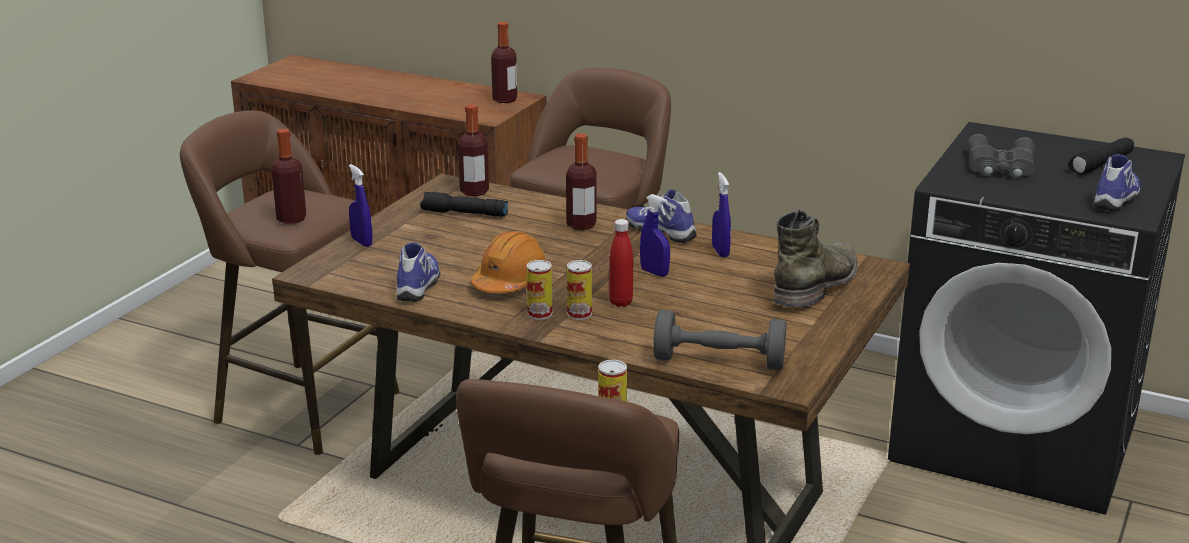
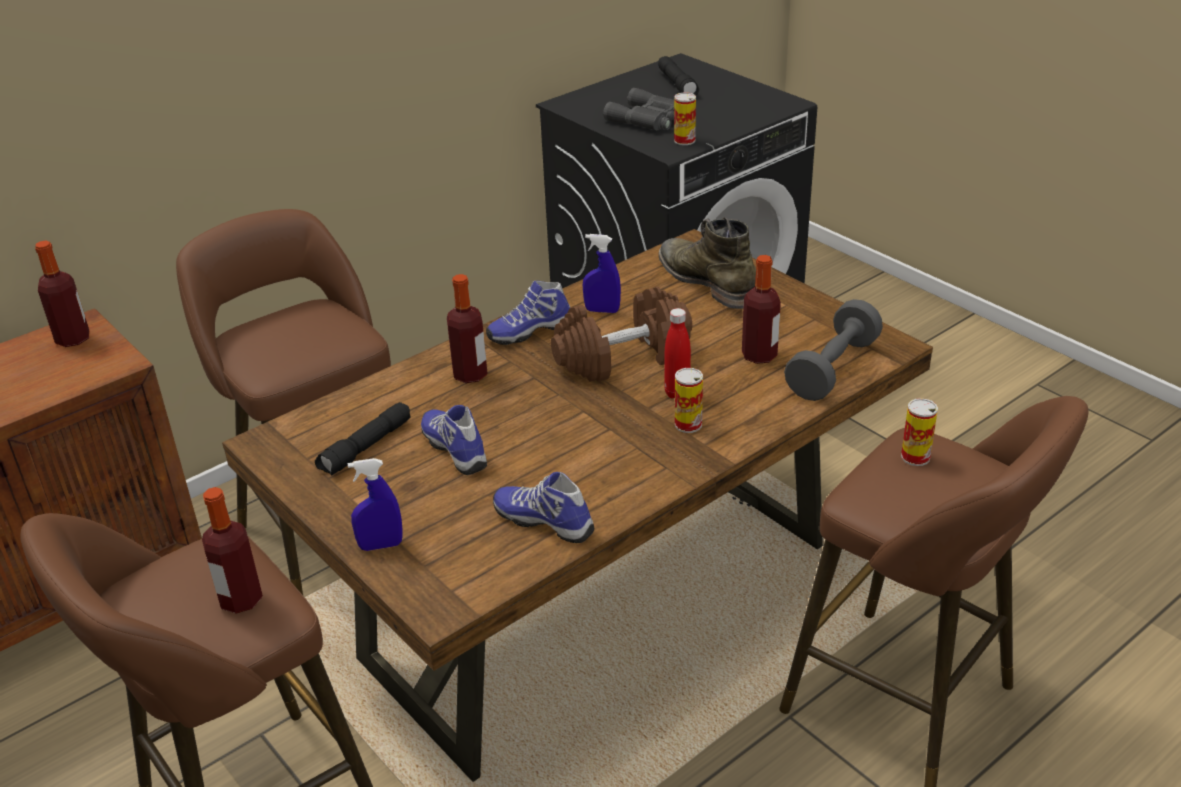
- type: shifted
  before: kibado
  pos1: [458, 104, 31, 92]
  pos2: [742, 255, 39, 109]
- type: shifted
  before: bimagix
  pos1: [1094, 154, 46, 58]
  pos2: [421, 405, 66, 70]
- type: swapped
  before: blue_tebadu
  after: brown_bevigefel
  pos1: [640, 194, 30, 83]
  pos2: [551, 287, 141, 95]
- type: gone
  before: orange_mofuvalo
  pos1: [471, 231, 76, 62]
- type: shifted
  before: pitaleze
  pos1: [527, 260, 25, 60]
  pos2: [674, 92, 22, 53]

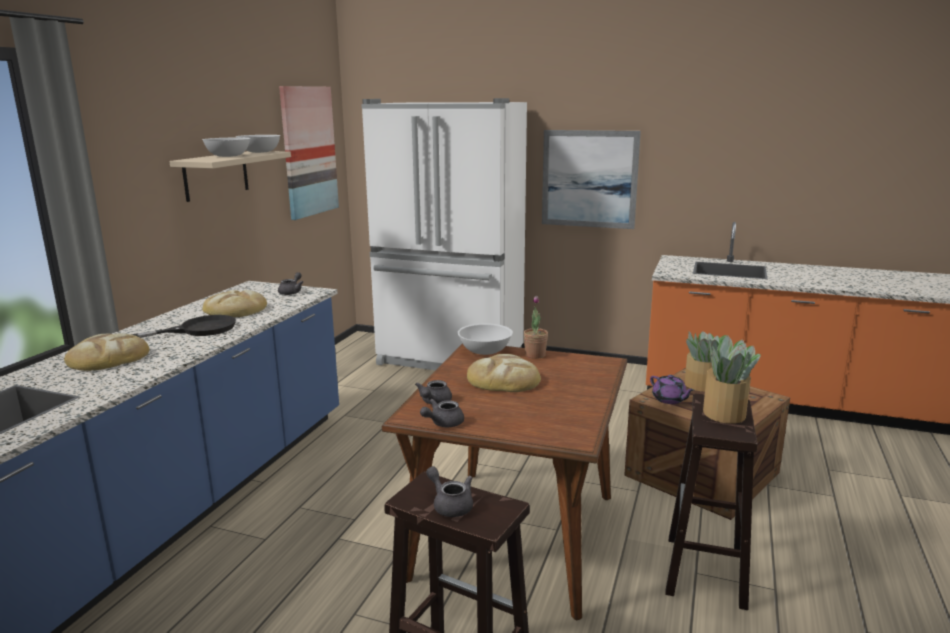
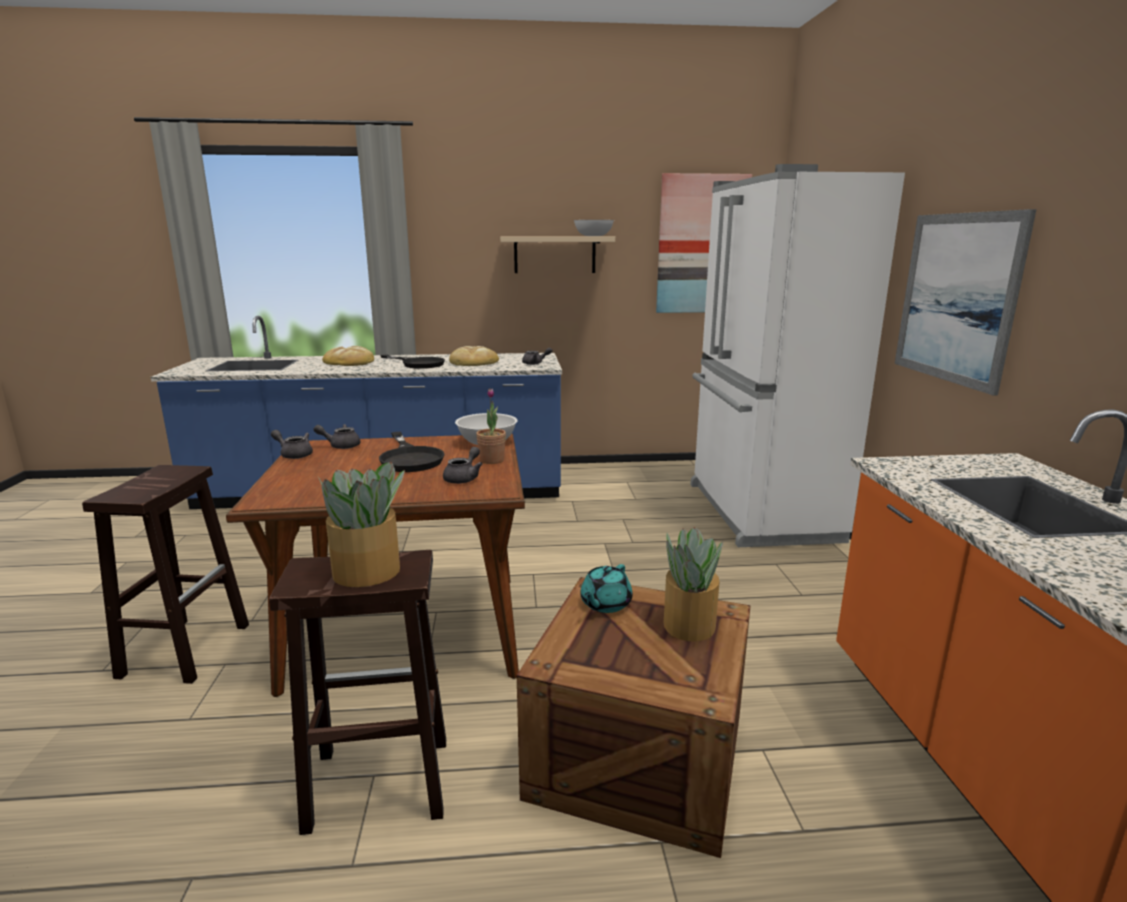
- type: gone
  before: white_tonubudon
  pos1: [202, 138, 49, 19]
- type: swapped
  before: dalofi
  after: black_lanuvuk
  pos1: [467, 354, 74, 38]
  pos2: [379, 432, 65, 40]
- type: repainted
  before: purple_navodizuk
  after: turquoise_navodizuk
  pos1: [650, 375, 44, 29]
  pos2: [580, 564, 53, 49]
- type: shifted
  before: grey_navodizuk
  pos1: [426, 466, 47, 51]
  pos2: [443, 447, 40, 37]

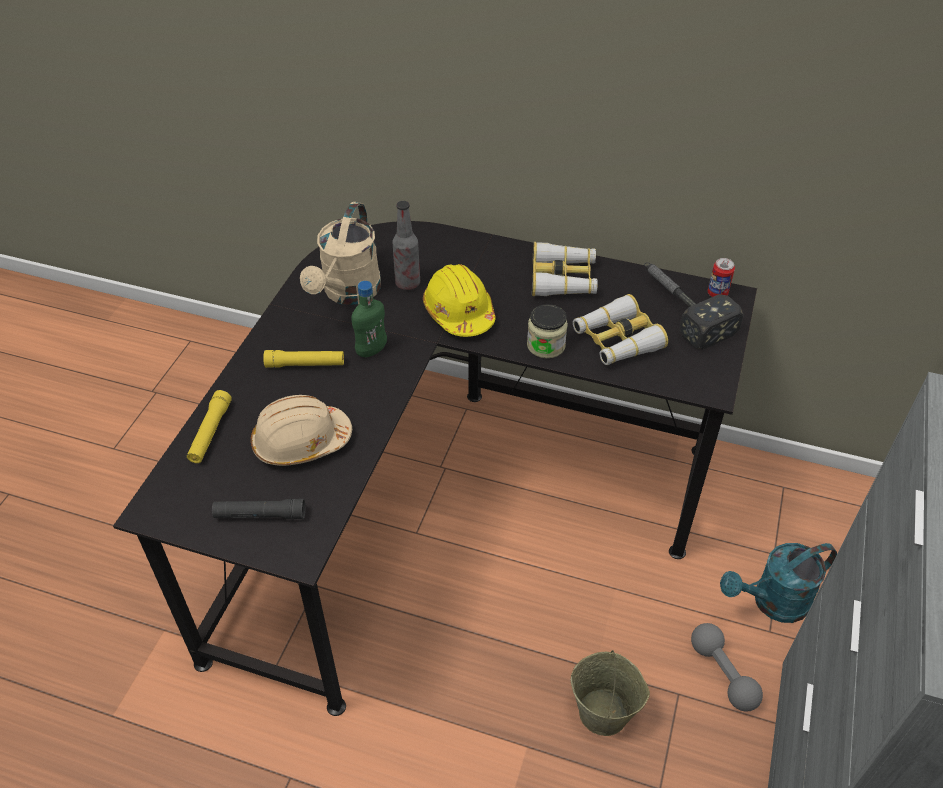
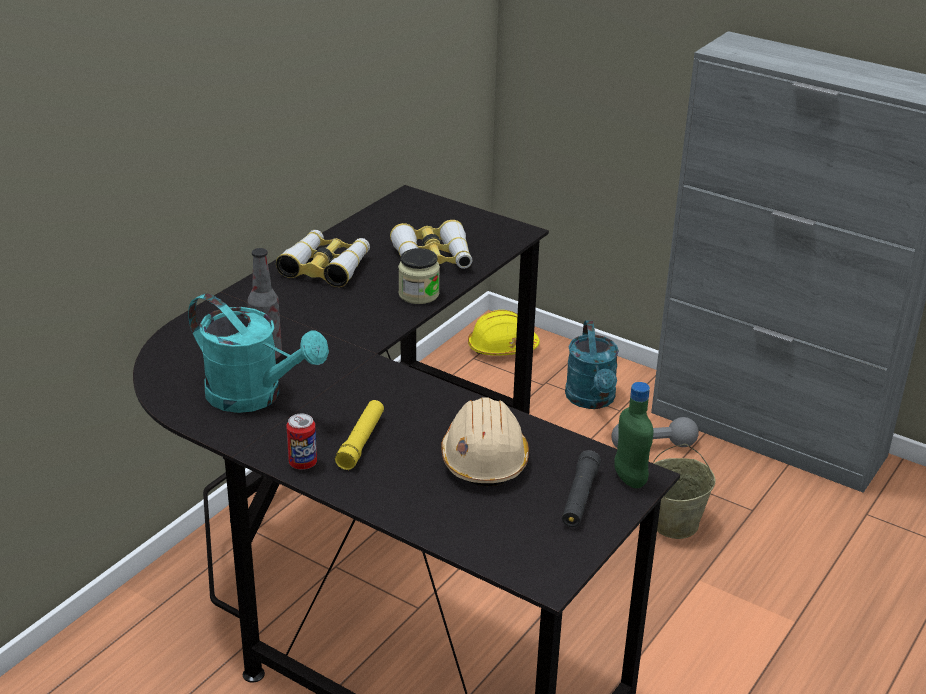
- type: repainted
  before: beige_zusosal
  after: turquoise_zusosal
  pos1: [300, 202, 81, 103]
  pos2: [188, 293, 141, 120]
- type: shifted
  before: pitaleze
  pos1: [708, 258, 27, 39]
  pos2: [286, 414, 31, 56]
- type: gone
  before: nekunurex
  pos1: [644, 262, 99, 88]
- type: shifted
  before: yellow_mofuvalo
  pos1: [423, 264, 72, 73]
  pos2: [468, 310, 72, 46]
- type: shifted
  before: green_kibado
  pos1: [351, 281, 36, 76]
  pos2: [614, 382, 39, 106]
- type: gone
  before: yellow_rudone
  pos1: [187, 390, 45, 73]

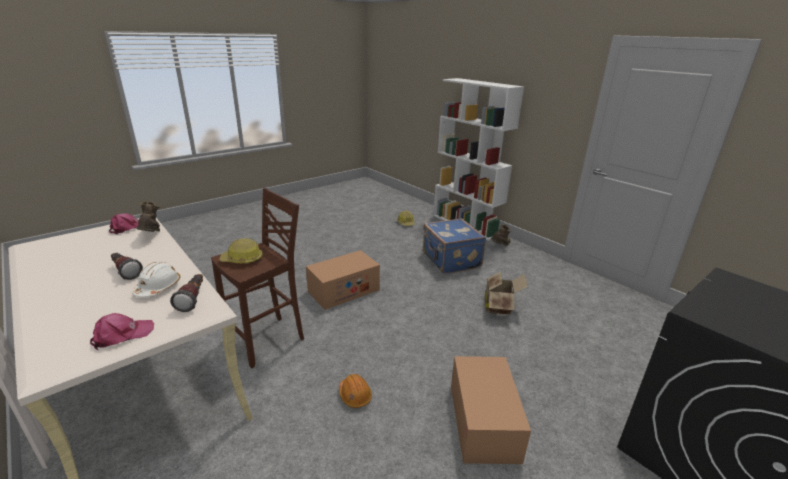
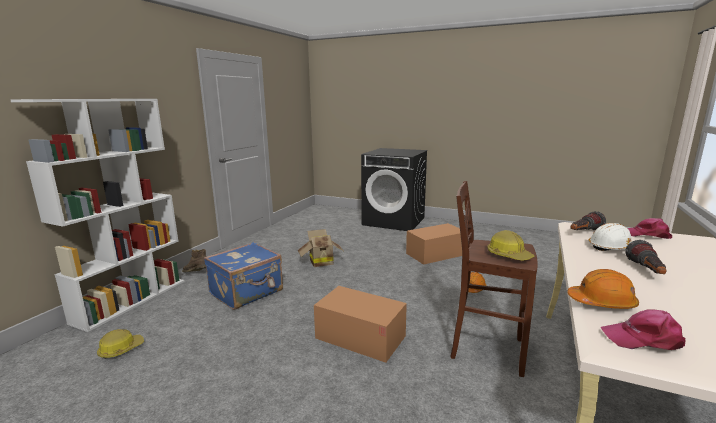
- type: swapped
  before: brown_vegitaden
  after: orange_mofuvalo
  pos1: [137, 201, 25, 31]
  pos2: [567, 269, 72, 40]

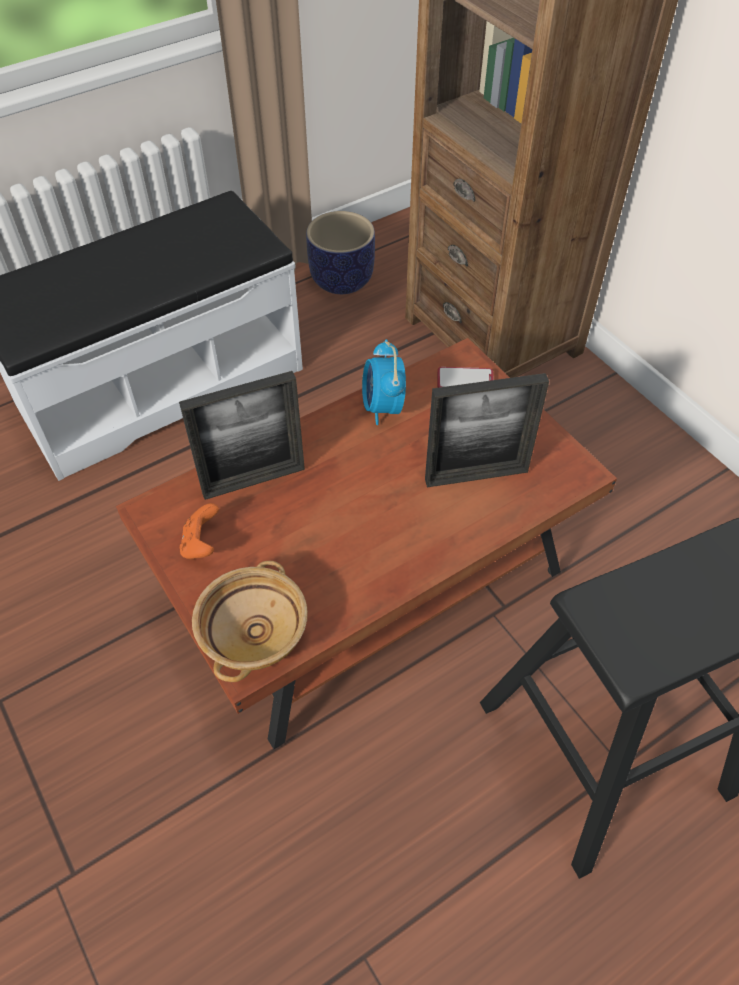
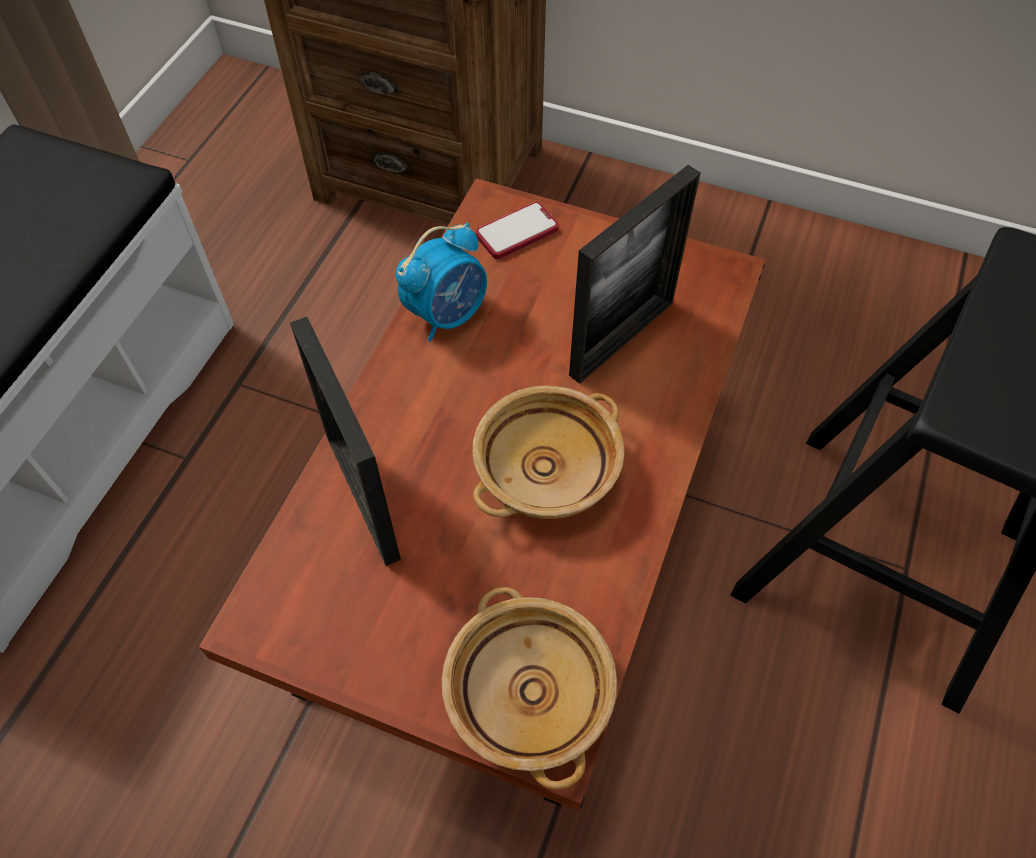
- type: gone
  before: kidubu
  pos1: [306, 211, 69, 83]
- type: rotated
  before: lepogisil
  pos1: [362, 340, 44, 85]
  pos2: [396, 223, 91, 119]
  turn: -90
- type: rotated
  before: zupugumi
  pos1: [179, 371, 126, 129]
  pos2: [290, 317, 111, 249]
  turn: 120
- type: gone
  before: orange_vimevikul
  pos1: [179, 503, 40, 57]
- type: new
  after: beige_tonubudon
  pos2: [472, 386, 153, 133]

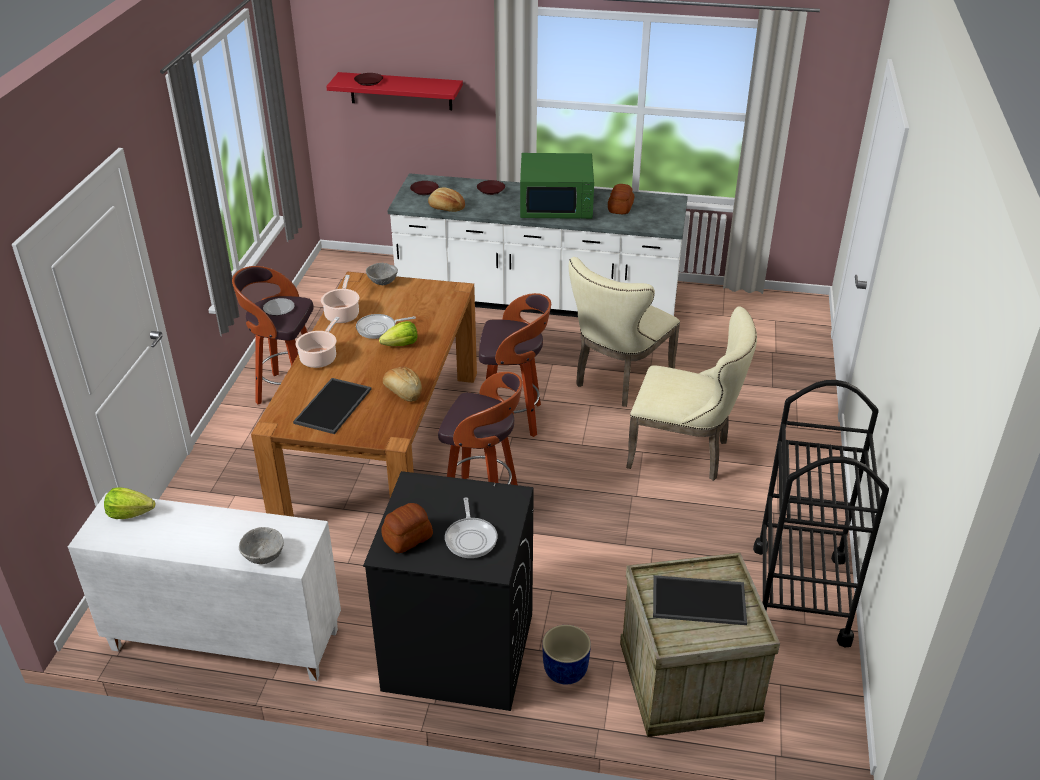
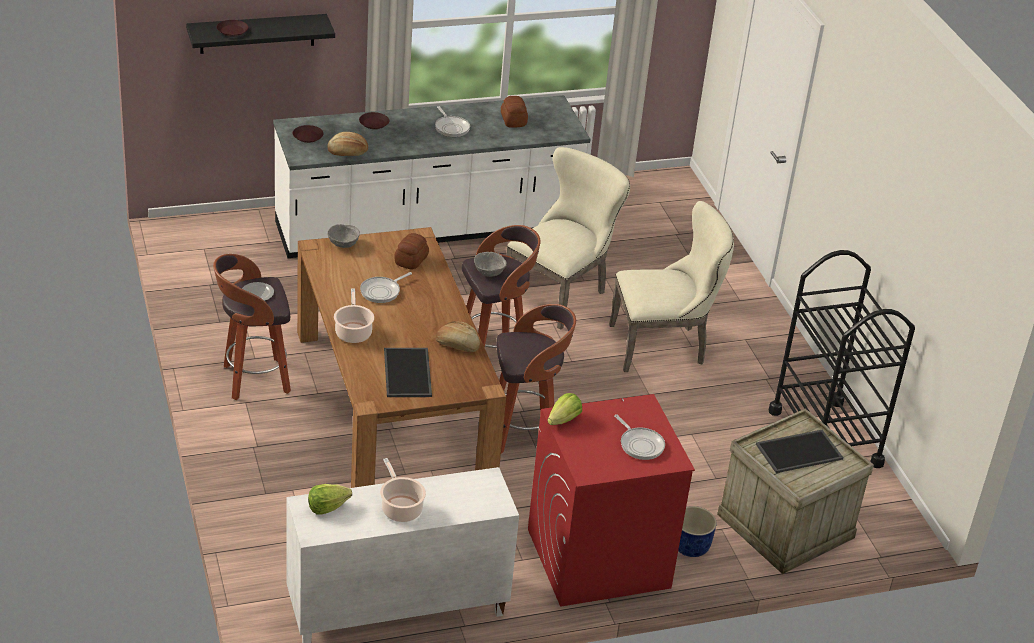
- type: repainted
  before: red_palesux
  after: black_palesux
  pos1: [326, 72, 137, 38]
  pos2: [186, 14, 149, 40]
- type: swapped
  before: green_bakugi
  after: lanuvuk
  pos1: [520, 153, 74, 66]
  pos2: [435, 106, 35, 31]
- type: rotated
  before: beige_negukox
  pos1: [569, 257, 111, 150]
  pos2: [506, 147, 124, 183]
  turn: -150
- type: shifted
  before: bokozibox
  pos1: [321, 275, 38, 48]
  pos2: [380, 458, 46, 64]
- type: shifted
  before: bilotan
  pos1: [379, 321, 39, 25]
  pos2: [548, 393, 34, 32]
- type: repainted
  before: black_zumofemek
  after: red_zumofemek
  pos1: [363, 471, 171, 240]
  pos2: [528, 394, 167, 213]
- type: shifted
  before: dalofi
  pos1: [381, 503, 52, 50]
  pos2: [394, 233, 35, 36]
- type: shifted
  before: grey_tonubudon
  pos1: [239, 527, 45, 37]
  pos2: [474, 252, 33, 25]

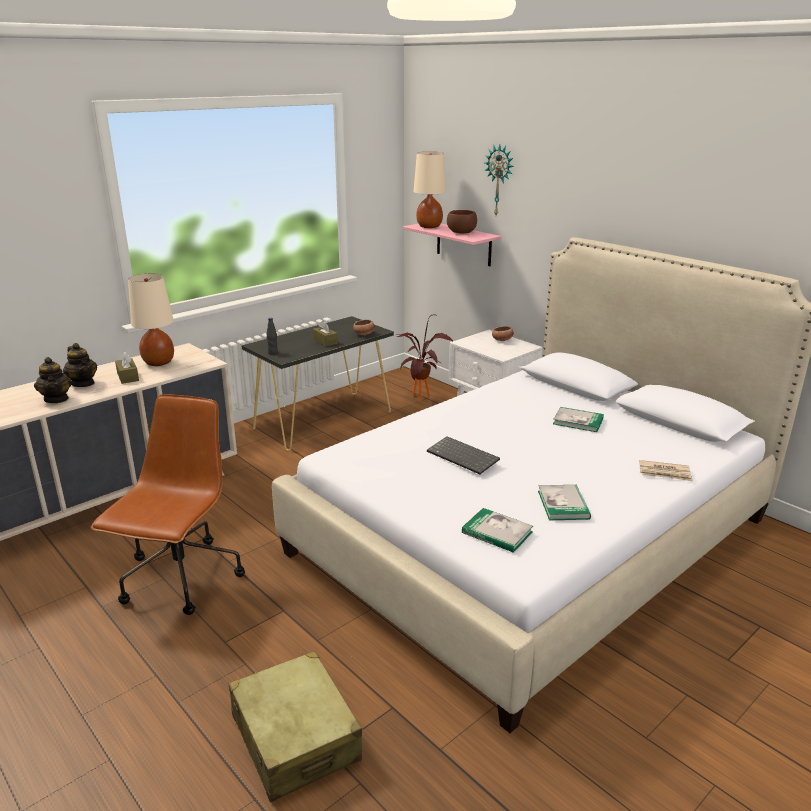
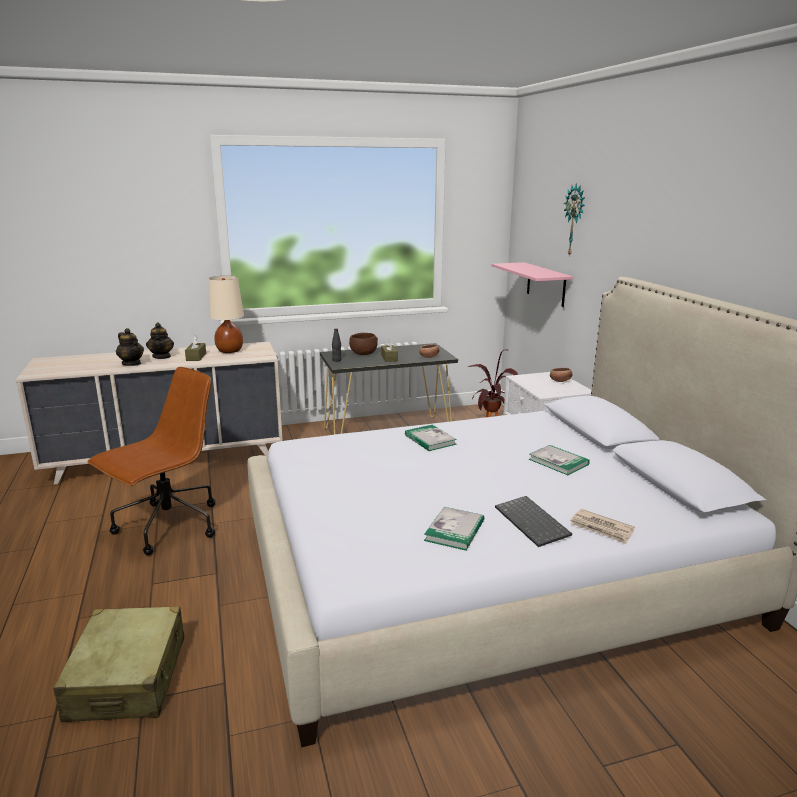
- type: gone
  before: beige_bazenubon
  pos1: [414, 152, 32, 76]
- type: shifted
  before: brown_tonubudon
  pos1: [447, 210, 30, 24]
  pos2: [349, 333, 29, 22]
- type: rotated
  before: navodizuk
  pos1: [34, 357, 38, 46]
  pos2: [116, 328, 28, 38]
  turn: -45
- type: shifted
  before: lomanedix
  pos1: [427, 436, 73, 38]
  pos2: [495, 496, 77, 51]
- type: shifted
  before: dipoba
  pos1: [462, 508, 71, 45]
  pos2: [405, 425, 52, 26]

